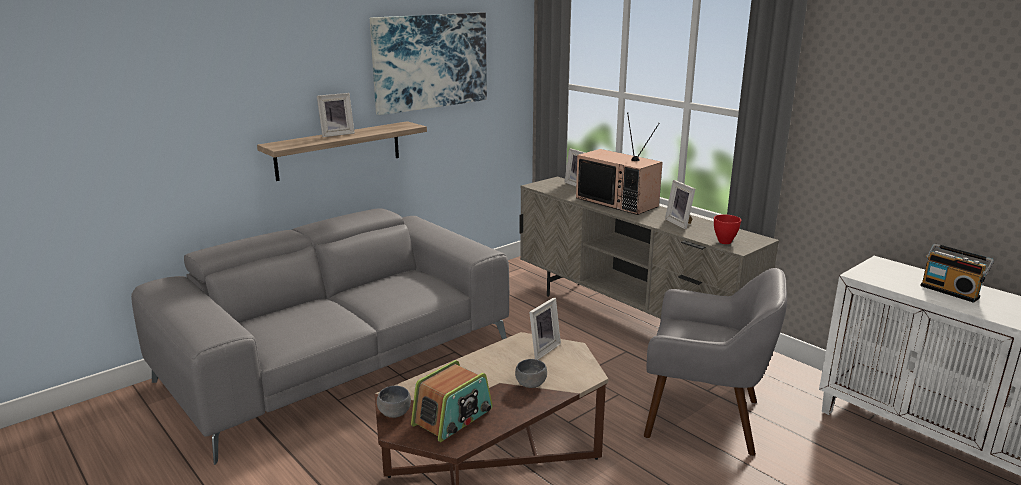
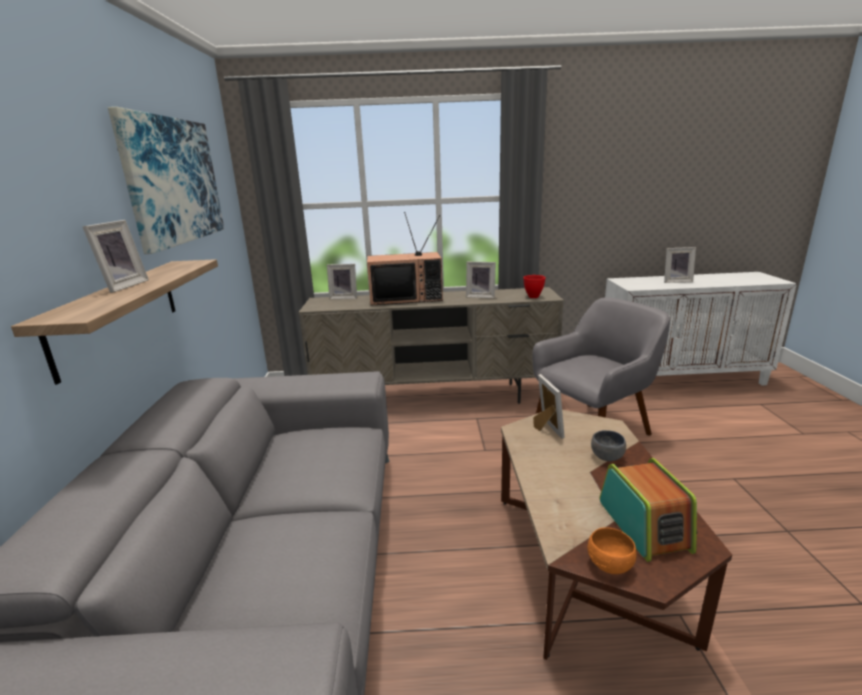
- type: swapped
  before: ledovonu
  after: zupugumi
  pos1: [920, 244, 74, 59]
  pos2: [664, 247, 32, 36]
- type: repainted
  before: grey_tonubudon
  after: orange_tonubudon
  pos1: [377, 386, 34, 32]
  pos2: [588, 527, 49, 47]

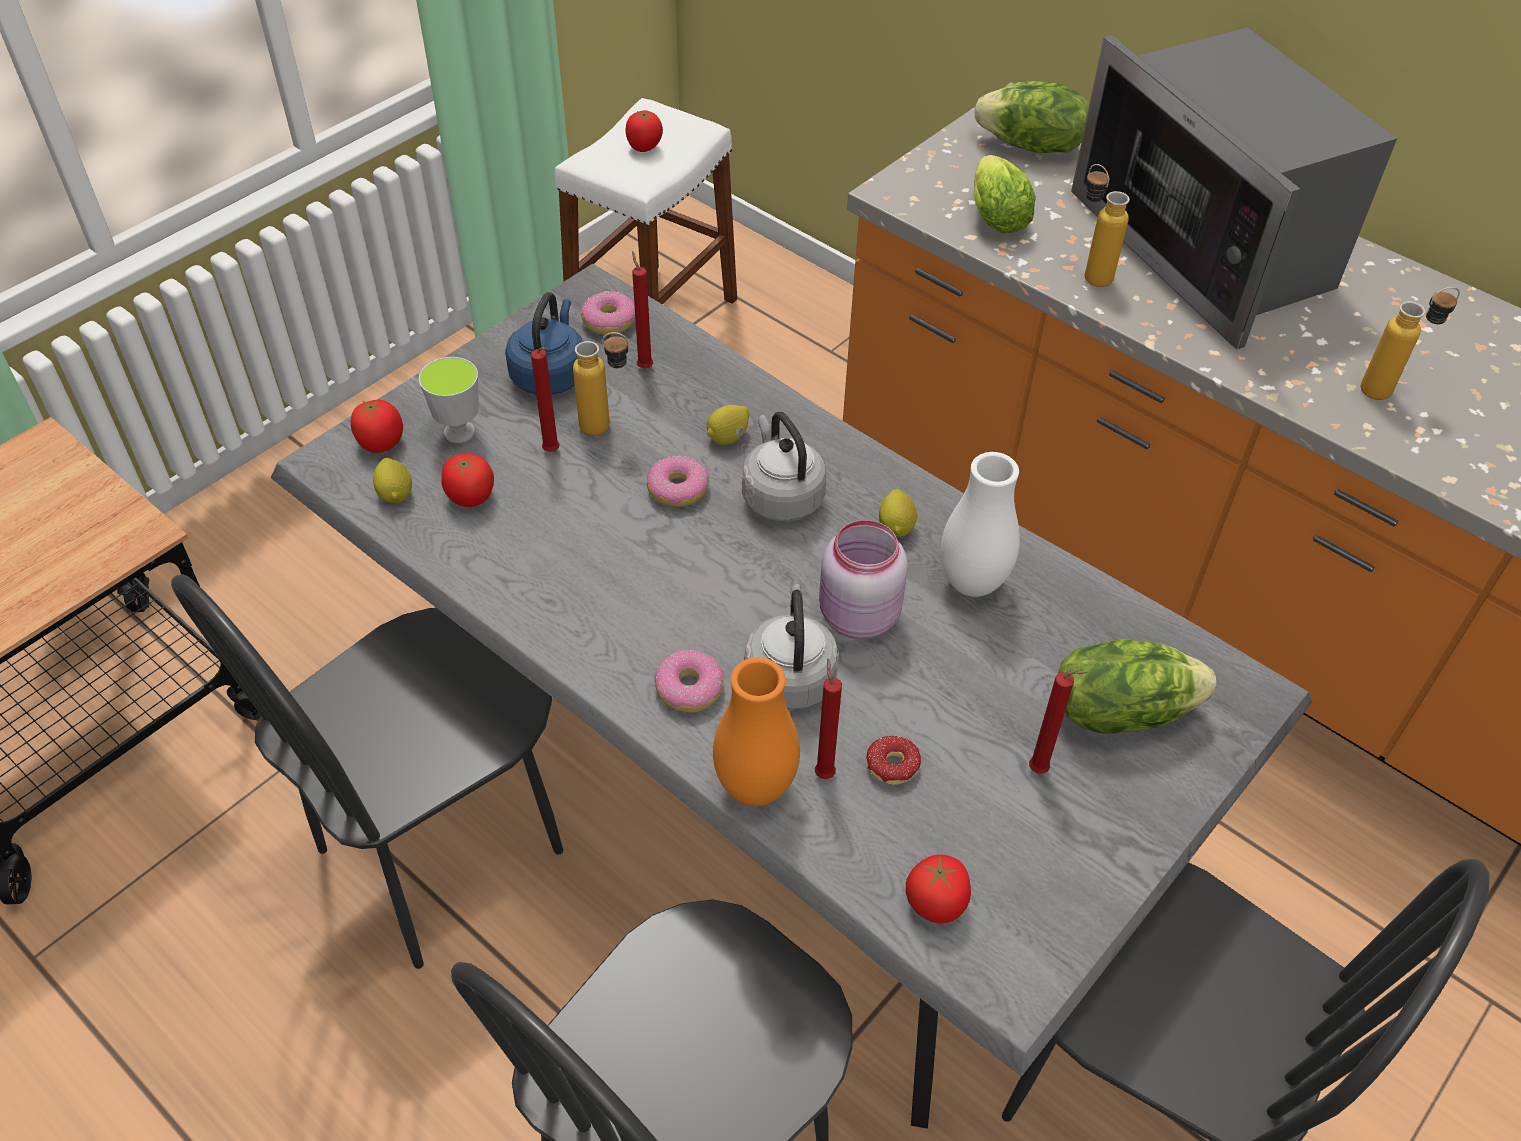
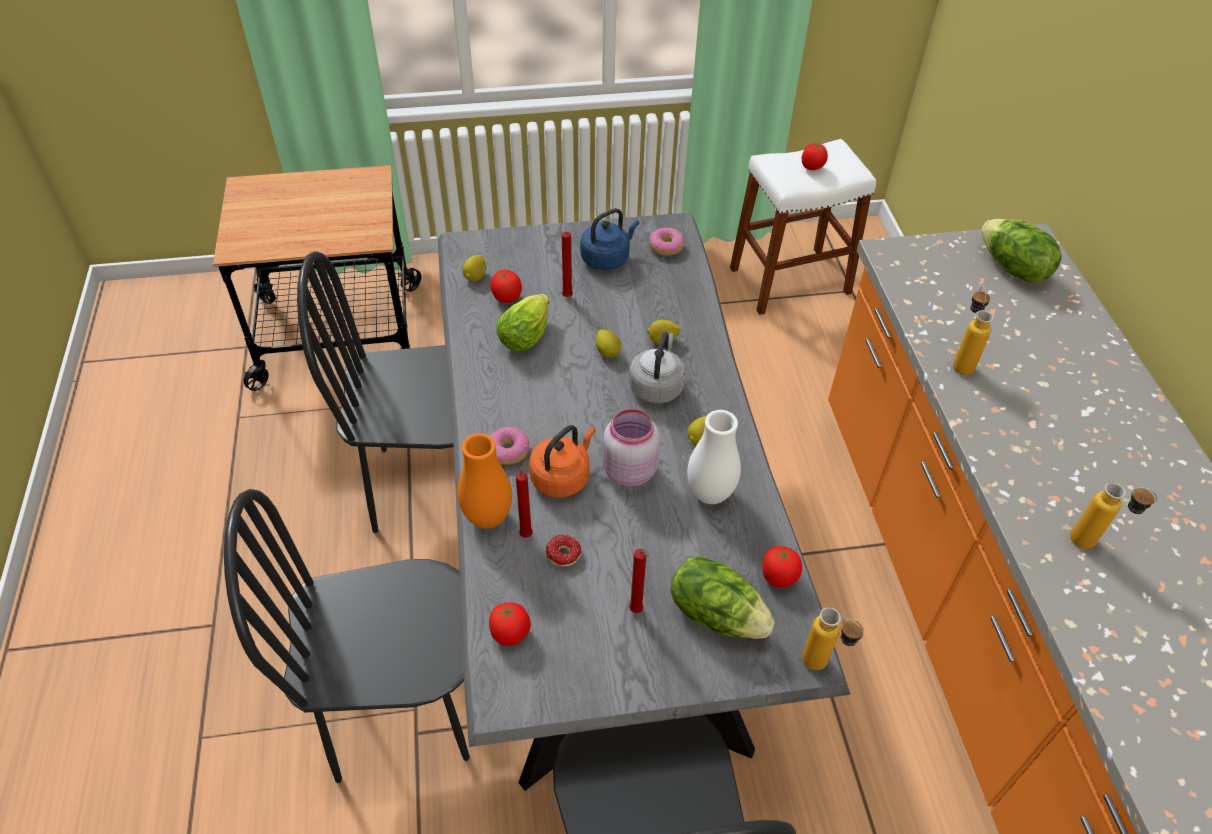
- type: gone
  before: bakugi
  pos1: [1071, 27, 326, 323]
- type: shifted
  before: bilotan
  pos1: [974, 155, 62, 78]
  pos2: [496, 294, 53, 57]
- type: gone
  before: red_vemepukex
  pos1: [632, 251, 21, 117]
- type: shifted
  before: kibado
  pos1: [573, 332, 57, 104]
  pos2: [802, 607, 62, 63]
- type: gone
  before: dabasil
  pos1: [419, 357, 60, 86]
- type: shifted
  before: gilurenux
  pos1: [350, 399, 53, 54]
  pos2: [762, 546, 40, 42]
- type: swapped
  before: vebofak
  after: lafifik
  pos1: [646, 456, 63, 51]
  pos2: [596, 329, 25, 28]
- type: repainted
  before: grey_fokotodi
  after: orange_fokotodi
  pos1: [744, 584, 95, 126]
  pos2: [529, 425, 66, 73]

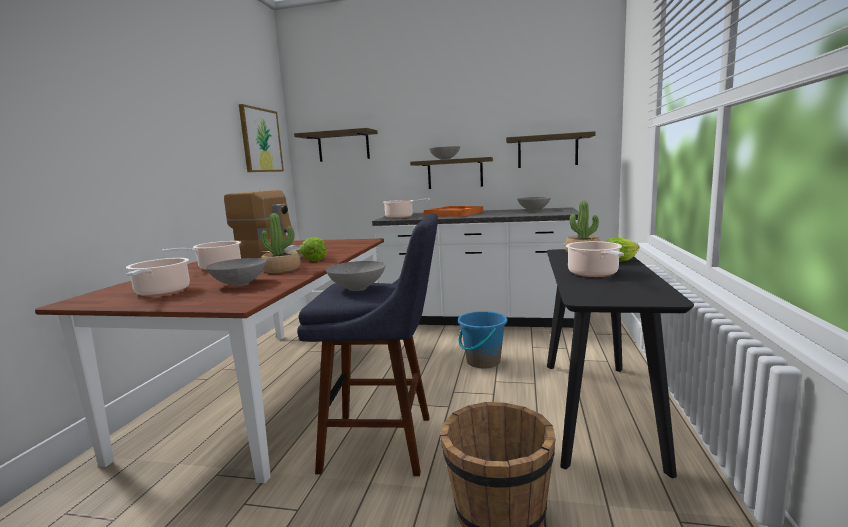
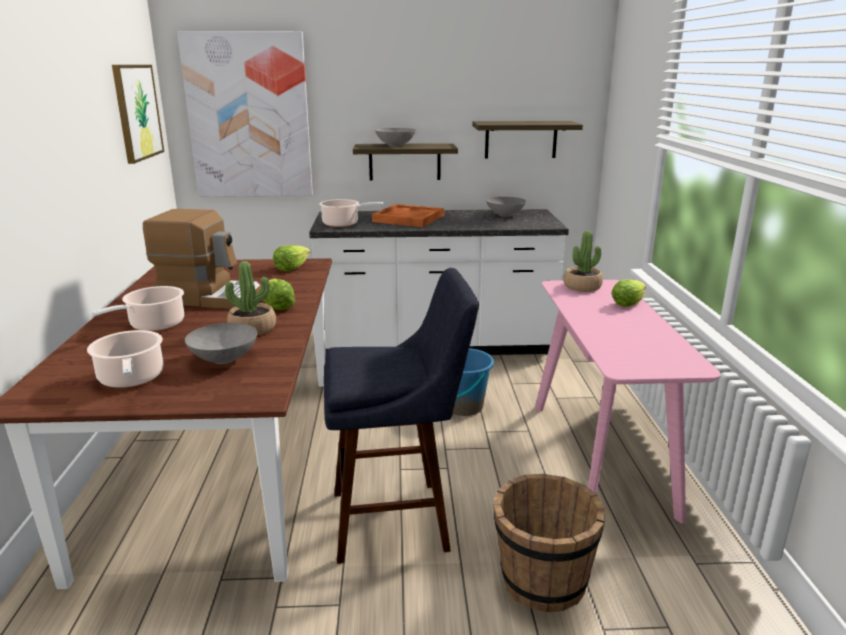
- type: swapped
  before: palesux
  after: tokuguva
  pos1: [294, 128, 84, 34]
  pos2: [177, 31, 136, 166]
- type: gone
  before: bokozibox
  pos1: [566, 241, 58, 36]
- type: repainted
  before: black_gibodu
  after: pink_gibodu
  pos1: [547, 249, 147, 229]
  pos2: [535, 280, 186, 244]
- type: gone
  before: grey_tonubudon
  pos1: [326, 261, 59, 30]
- type: new
  after: bilotan
  pos2: [273, 245, 38, 26]

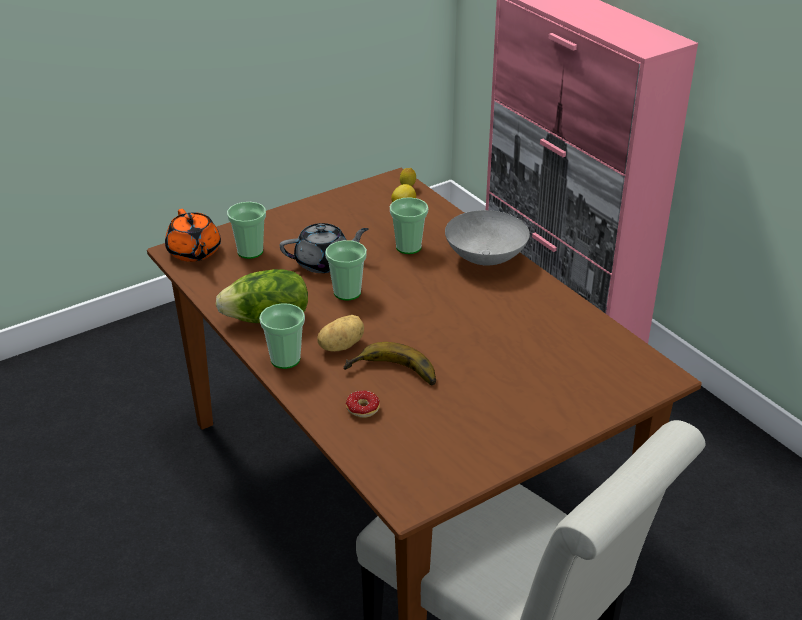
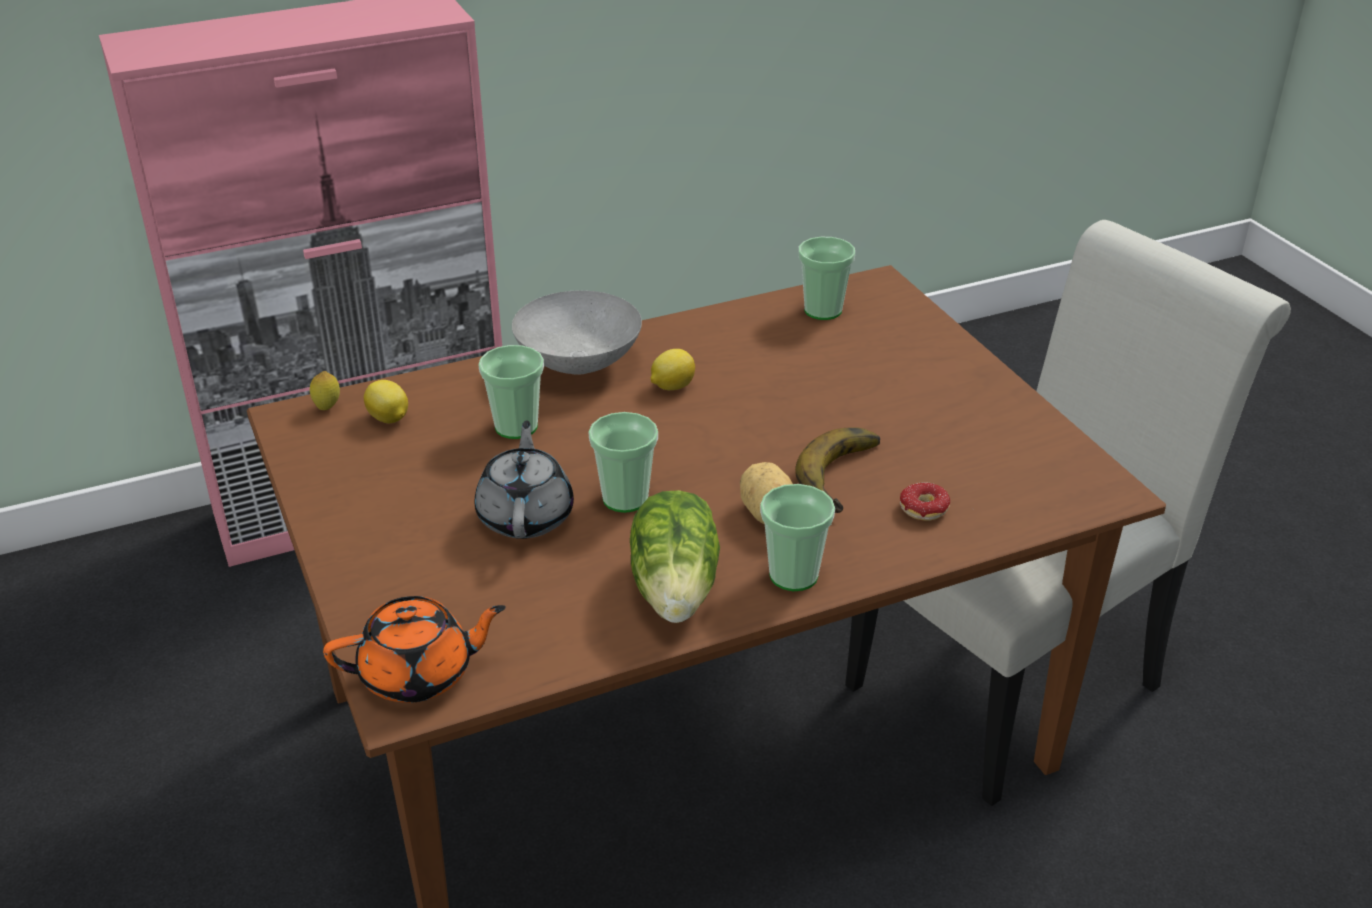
- type: shifted
  before: dabasil
  pos1: [227, 202, 39, 57]
  pos2: [798, 237, 57, 83]
- type: new
  after: lafifik
  pos2: [651, 349, 44, 41]

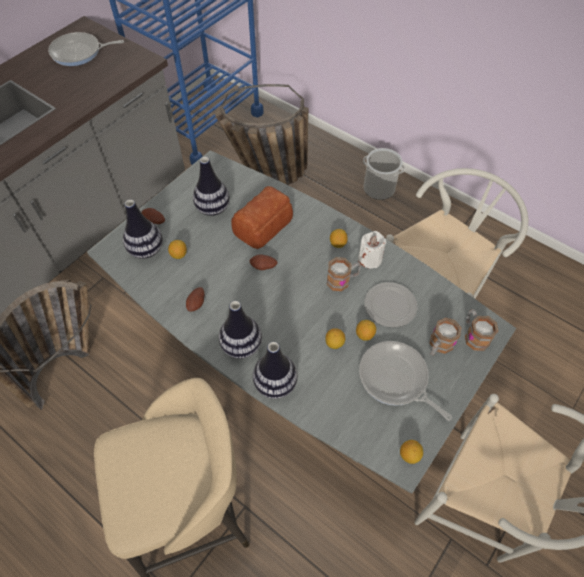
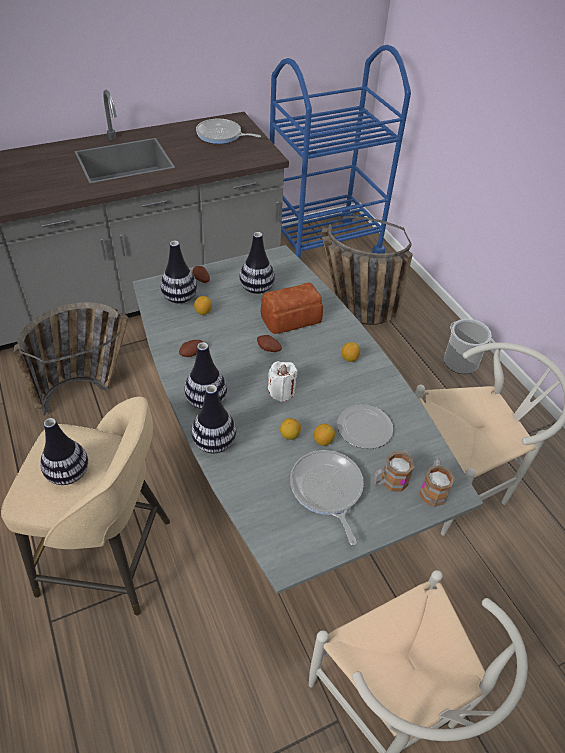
- type: shifted
  before: white_vemepukex
  pos1: [358, 231, 28, 38]
  pos2: [268, 361, 30, 41]
- type: gone
  before: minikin
  pos1: [327, 257, 34, 34]
- type: gone
  before: lafifik
  pos1: [400, 440, 23, 24]
- type: new
  after: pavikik
  pos2: [40, 418, 48, 67]

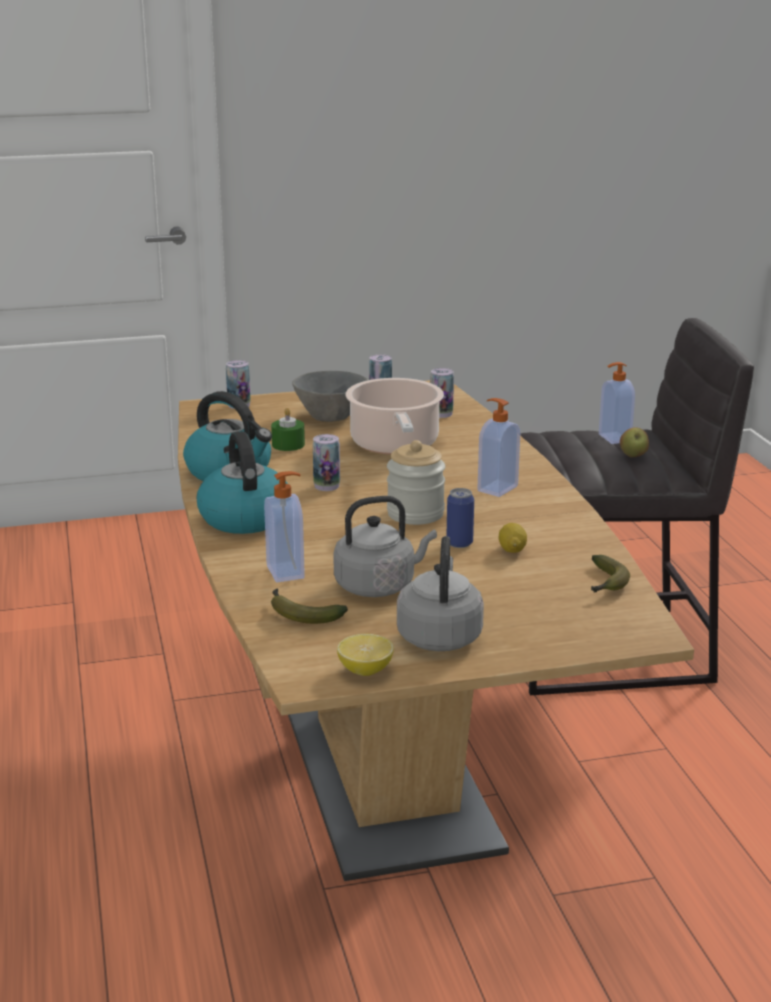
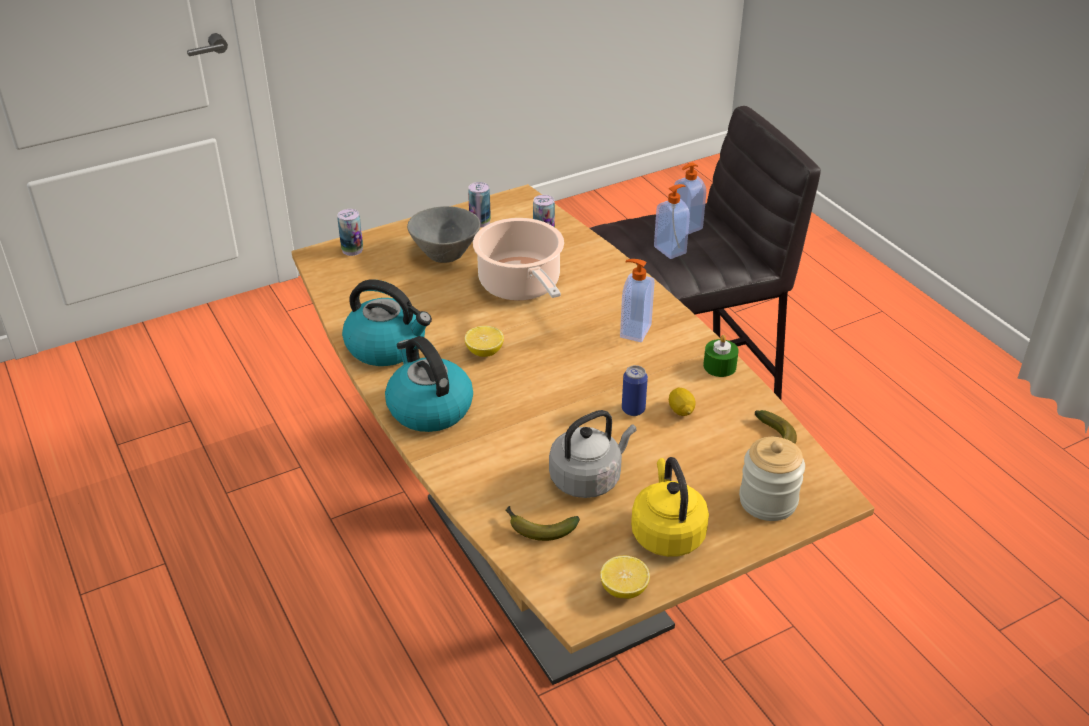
- type: shifted
  before: green_vemepukex
  pos1: [271, 408, 34, 43]
  pos2: [703, 335, 36, 42]
- type: gone
  before: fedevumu
  pos1: [620, 427, 29, 30]
- type: swapped
  before: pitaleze
  after: lafifik
  pos1: [313, 434, 27, 57]
  pos2: [465, 326, 39, 31]
- type: shifted
  before: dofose
  pos1: [387, 440, 58, 85]
  pos2: [739, 437, 66, 84]
- type: shifted
  before: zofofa
  pos1: [264, 471, 41, 111]
  pos2: [654, 184, 36, 75]
- type: repainted
  before: grey_fokotodi
  after: yellow_fokotodi
  pos1: [397, 536, 87, 115]
  pos2: [631, 457, 78, 100]

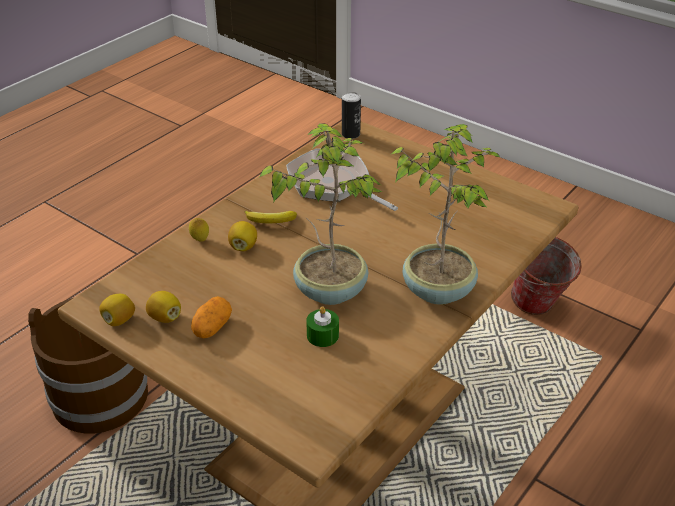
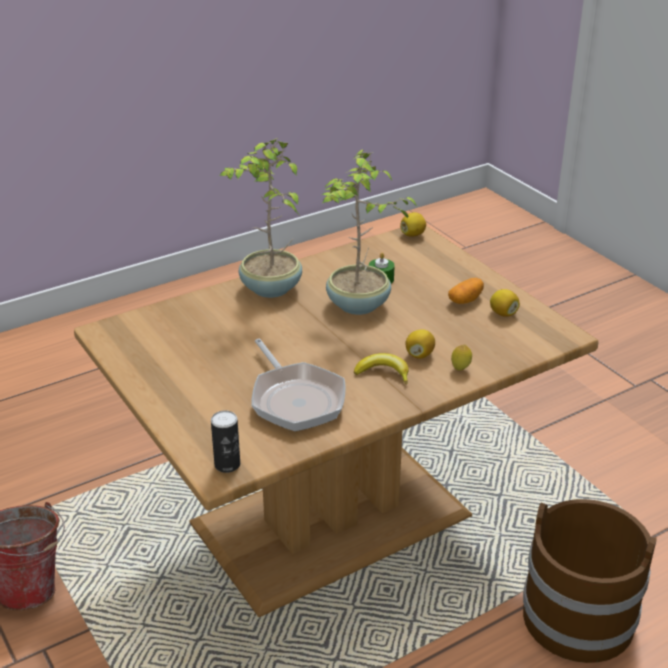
- type: shifted
  before: lafifik
  pos1: [99, 294, 36, 32]
  pos2: [400, 212, 26, 25]

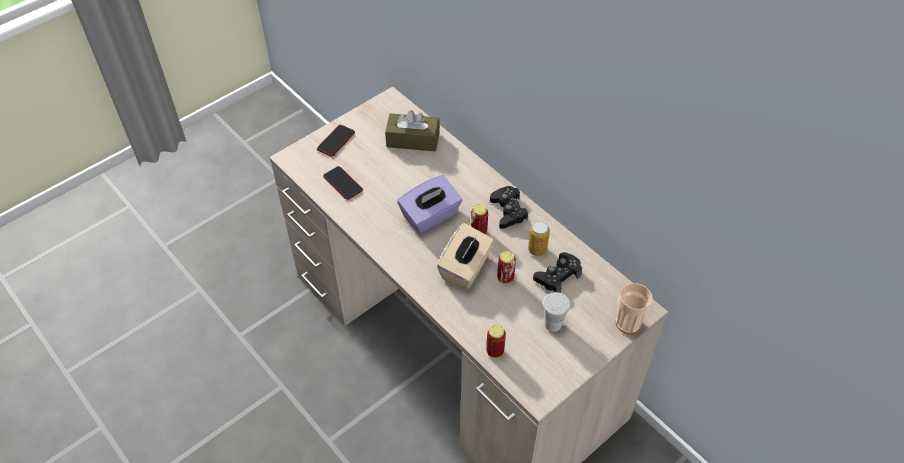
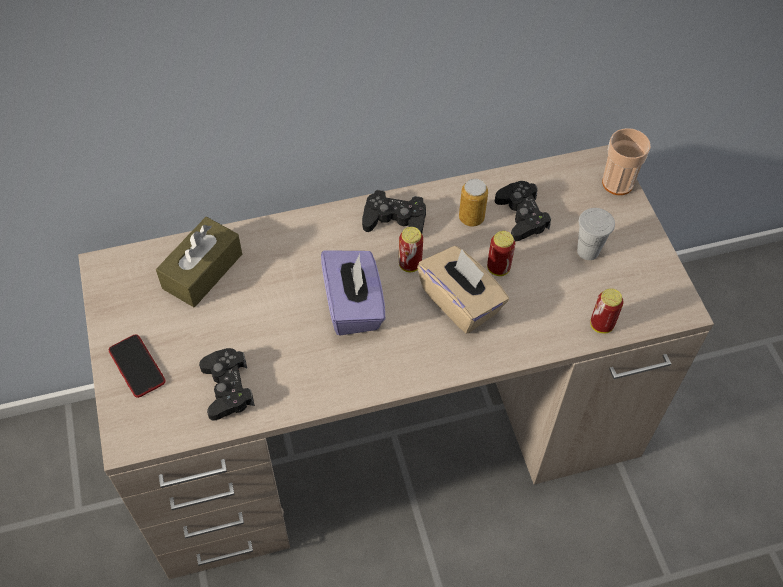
- type: swapped
  before: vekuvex
  after: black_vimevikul
  pos1: [323, 166, 40, 34]
  pos2: [199, 348, 56, 72]

